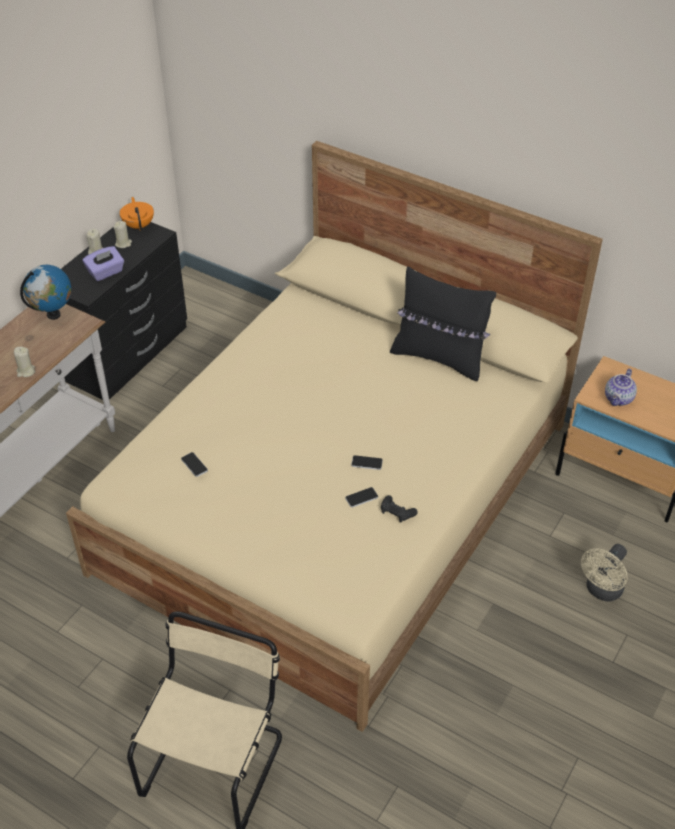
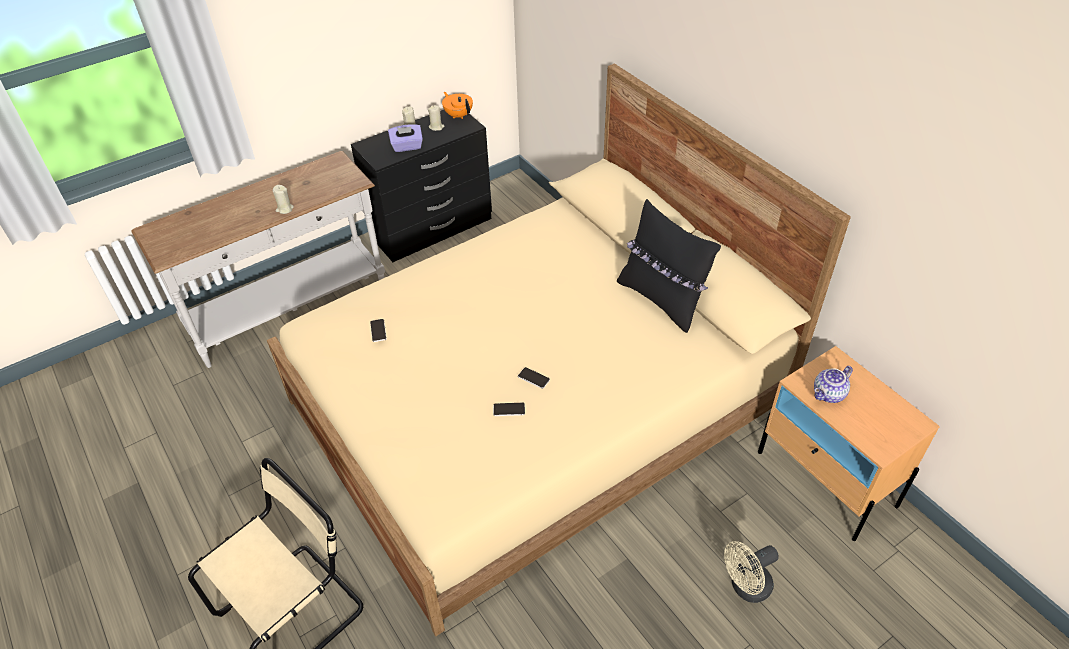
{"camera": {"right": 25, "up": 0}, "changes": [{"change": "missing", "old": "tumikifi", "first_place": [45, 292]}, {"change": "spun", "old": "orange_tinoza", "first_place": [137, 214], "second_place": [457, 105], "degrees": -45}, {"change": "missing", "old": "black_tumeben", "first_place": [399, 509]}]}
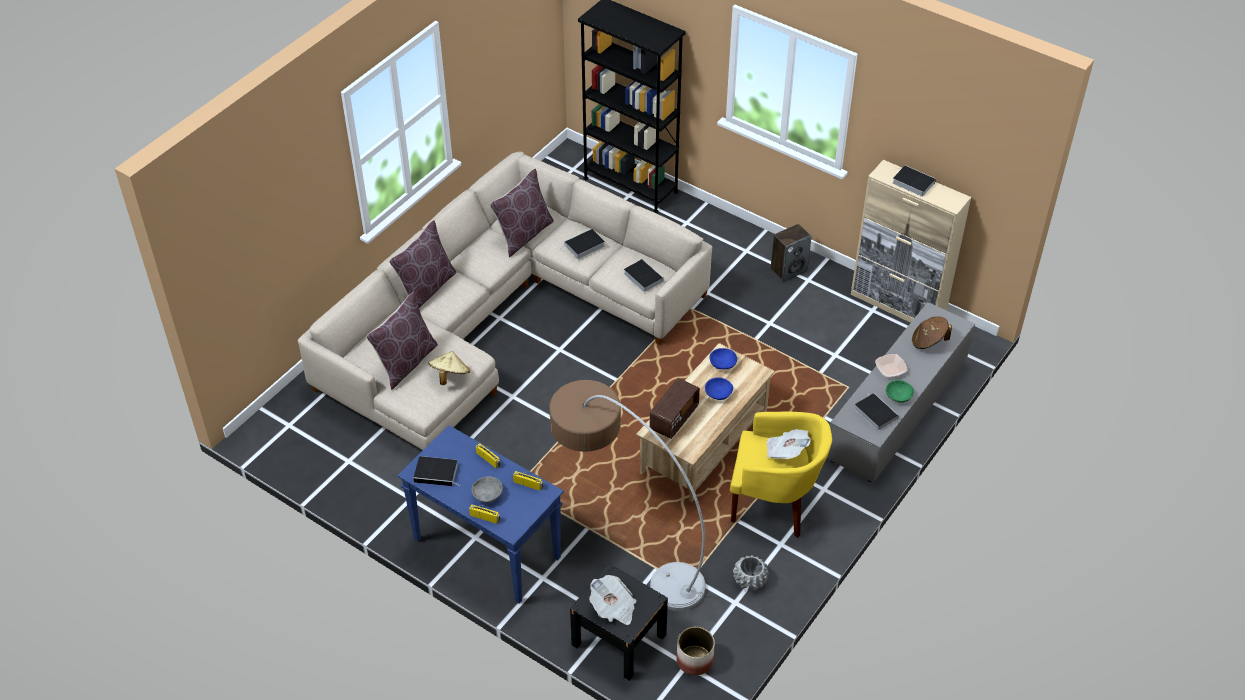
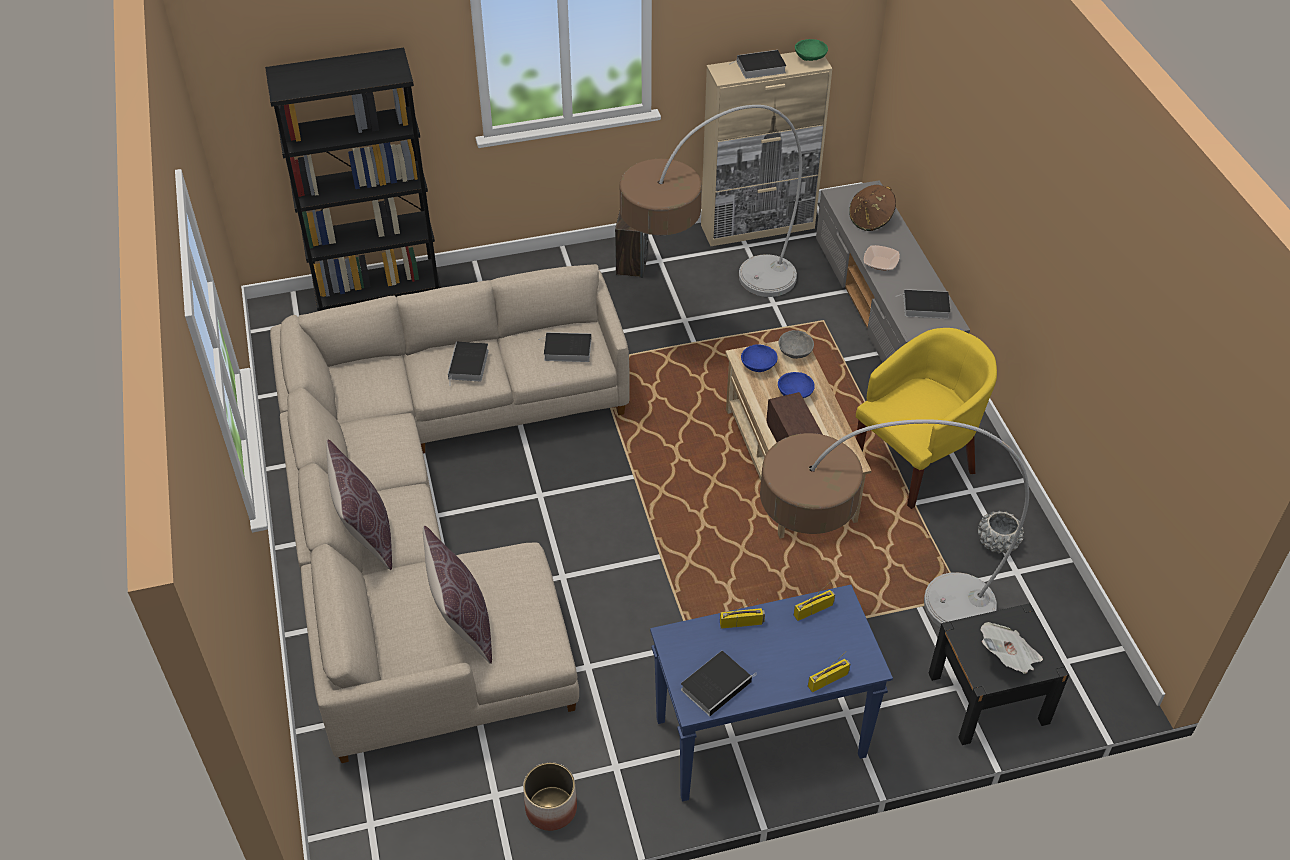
{"camera": {"right": -50, "up": 0}, "changes": [{"change": "missing", "old": "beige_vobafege", "first_place": [449, 368]}, {"change": "relocated", "old": "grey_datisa", "first_place": [487, 489], "second_place": [796, 344]}, {"change": "missing", "old": "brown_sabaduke", "first_place": [522, 213]}, {"change": "relocated", "old": "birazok", "first_place": [695, 651], "second_place": [550, 796]}, {"change": "missing", "old": "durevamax", "first_place": [788, 444]}, {"change": "relocated", "old": "green_datisa", "first_place": [900, 391], "second_place": [811, 50]}, {"change": "appeared", "new": "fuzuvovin", "second_place": [711, 201]}]}
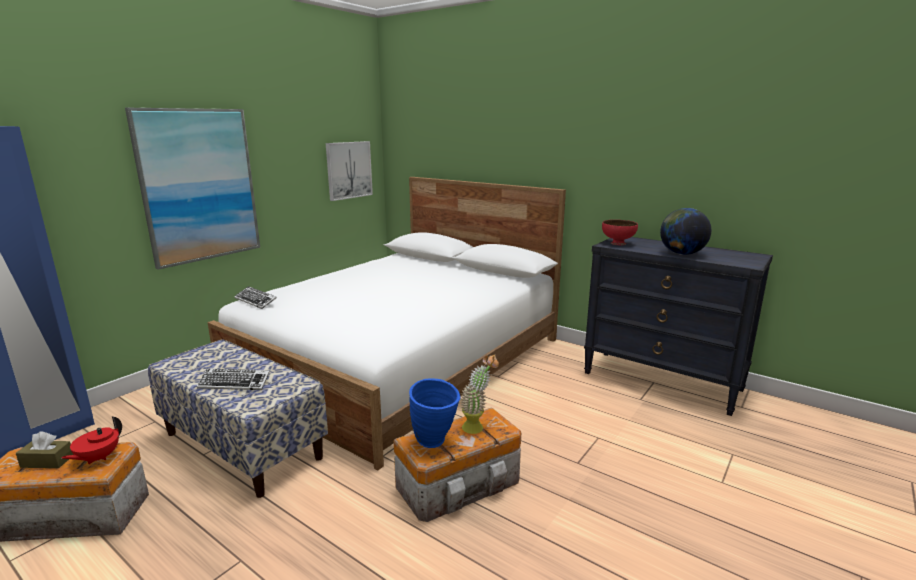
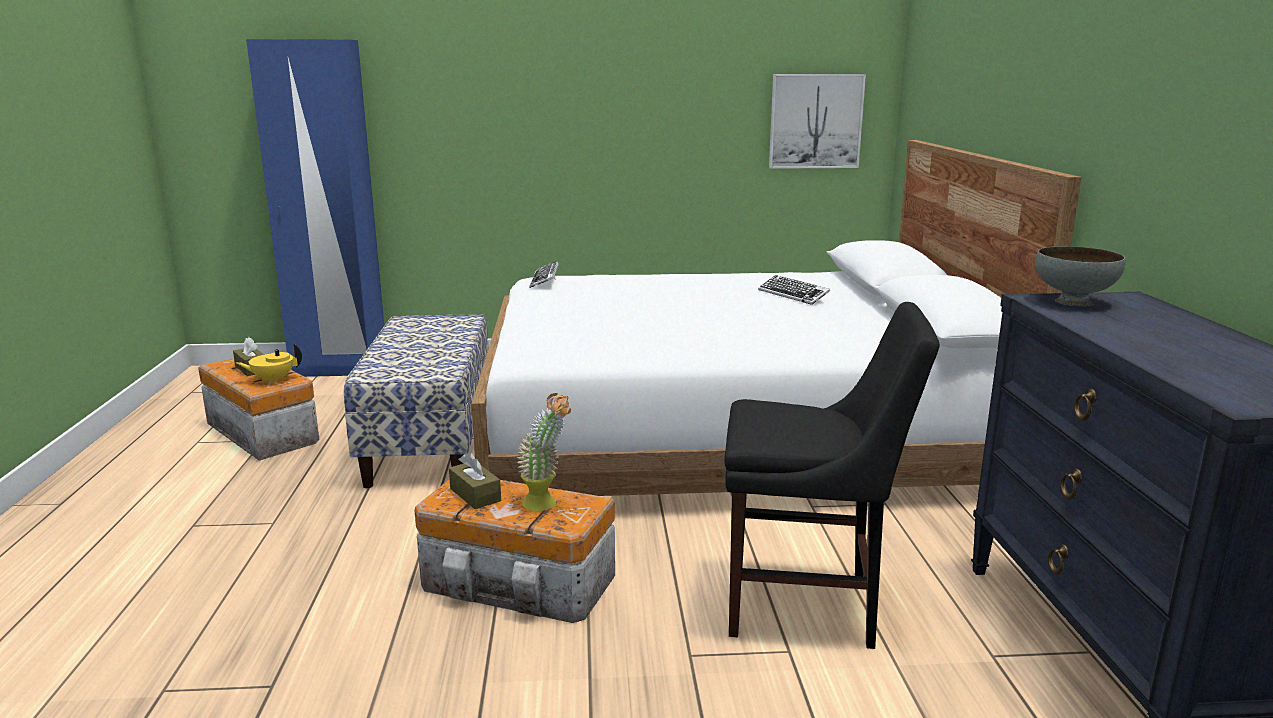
{"camera": {"right": 50, "up": 0}, "changes": [{"change": "colour", "old": "red_tinoza", "new": "yellow_tinoza", "first_place": [92, 440], "second_place": [269, 363]}, {"change": "missing", "old": "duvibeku", "first_place": [192, 189]}, {"change": "relocated", "old": "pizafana", "first_place": [233, 379], "second_place": [794, 290]}, {"change": "exchanged", "old": "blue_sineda", "new": "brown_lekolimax", "first_place": [435, 413], "second_place": [475, 480]}, {"change": "colour", "old": "red_datisa", "new": "grey_datisa", "first_place": [620, 232], "second_place": [1080, 276]}, {"change": "missing", "old": "tumikifi", "first_place": [685, 231]}, {"change": "appeared", "new": "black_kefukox", "second_place": [831, 475]}]}
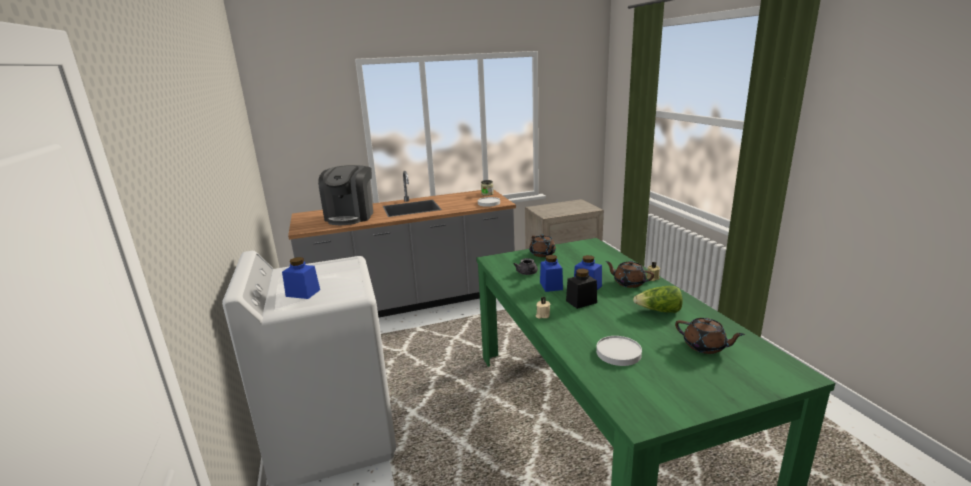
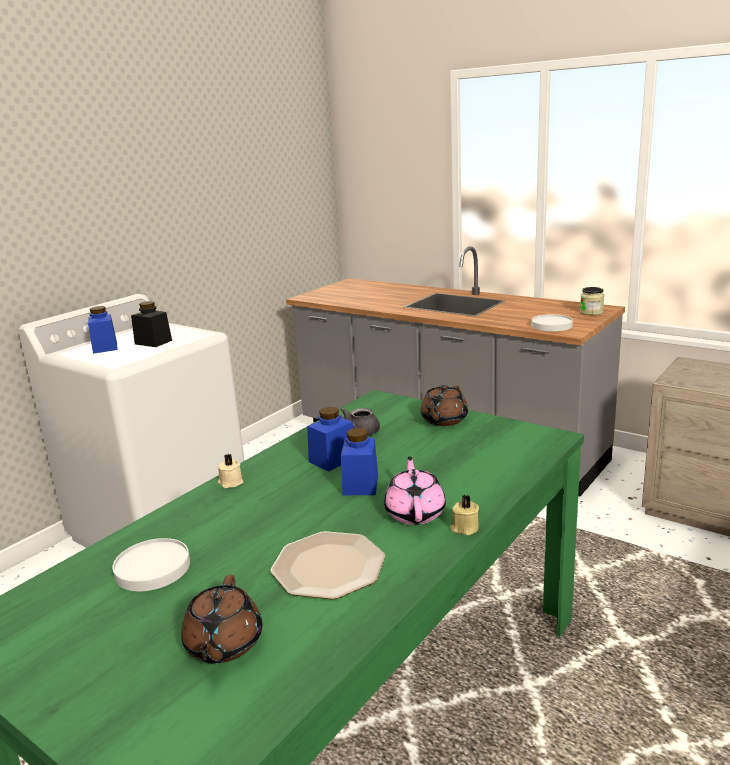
{"camera": {"right": 55, "up": 0}, "changes": [{"change": "missing", "old": "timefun", "first_place": [345, 195]}, {"change": "relocated", "old": "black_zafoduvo", "first_place": [581, 289], "second_place": [151, 324]}, {"change": "colour", "old": "brown_tinoza", "new": "pink_tinoza", "first_place": [629, 274], "second_place": [415, 491]}, {"change": "exchanged", "old": "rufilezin", "new": "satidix", "first_place": [658, 299], "second_place": [328, 565]}]}
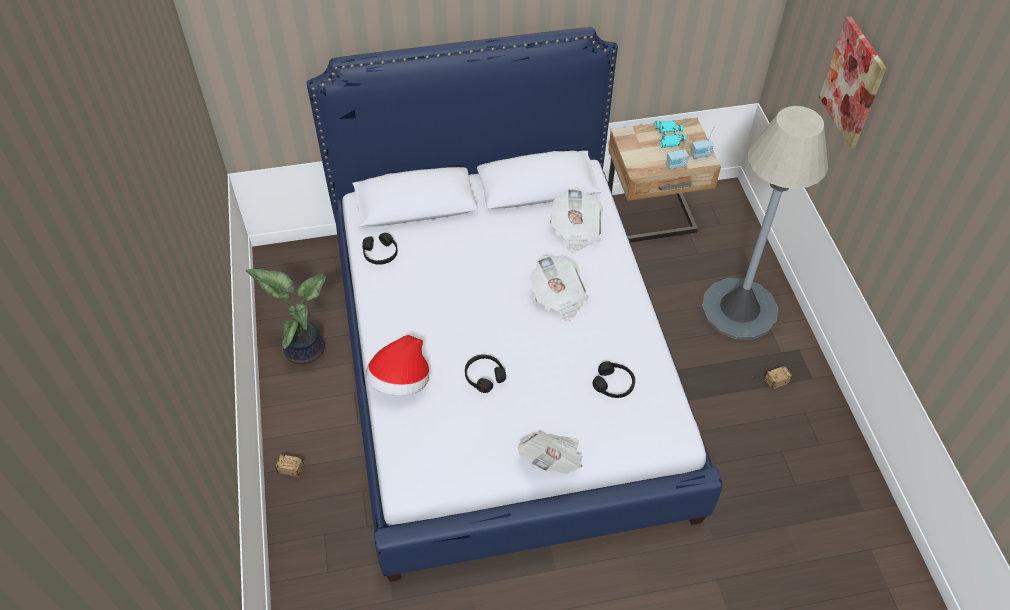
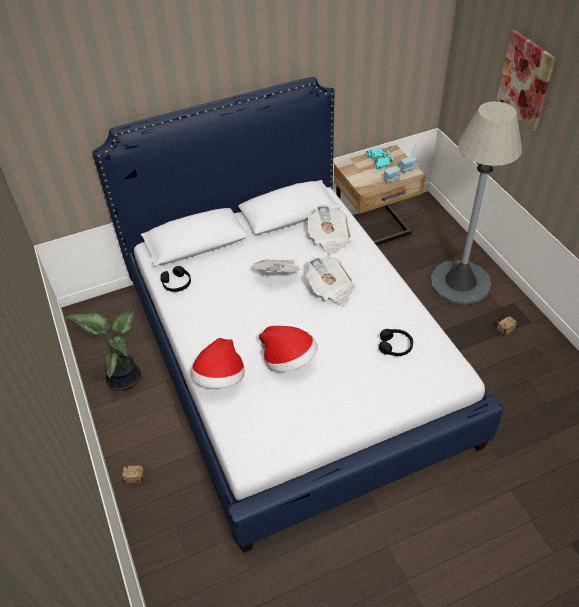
{"camera": {"right": -10, "up": -5}, "changes": [{"change": "exchanged", "old": "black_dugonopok", "new": "vobafege", "first_place": [485, 374], "second_place": [288, 349]}, {"change": "relocated", "old": "durevamax", "first_place": [550, 452], "second_place": [276, 265]}]}
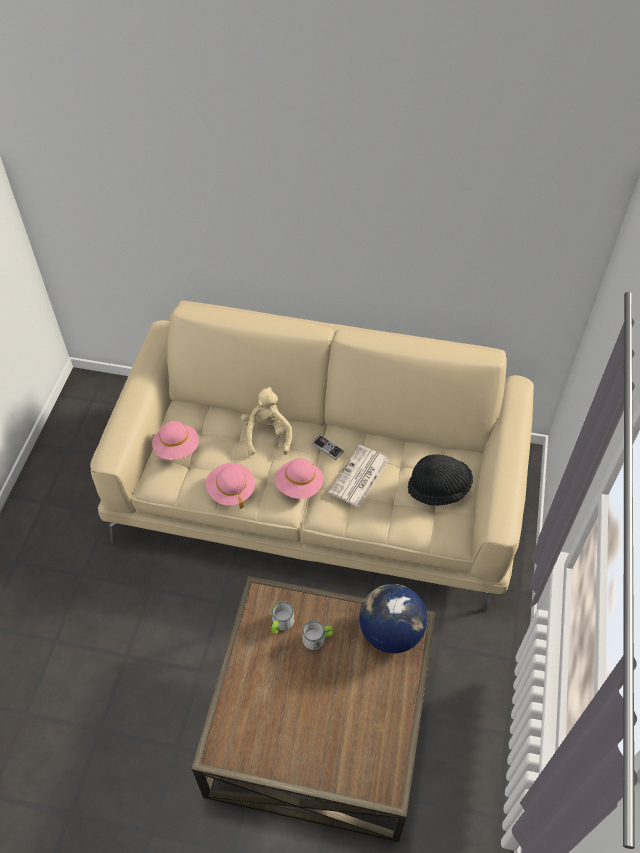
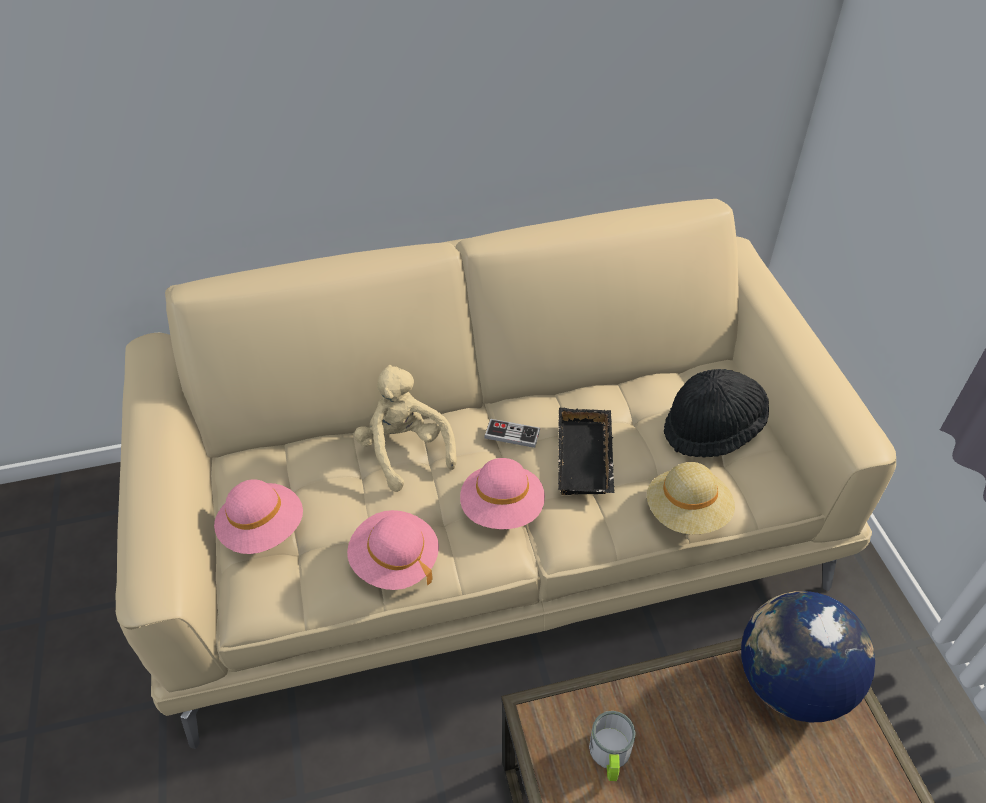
{"camera": {"right": -25, "up": -5}, "changes": [{"change": "missing", "old": "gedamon", "first_place": [317, 635]}, {"change": "exchanged", "old": "durevamax", "new": "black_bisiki", "first_place": [358, 476], "second_place": [586, 451]}, {"change": "appeared", "new": "beige_vobafege", "second_place": [691, 498]}]}
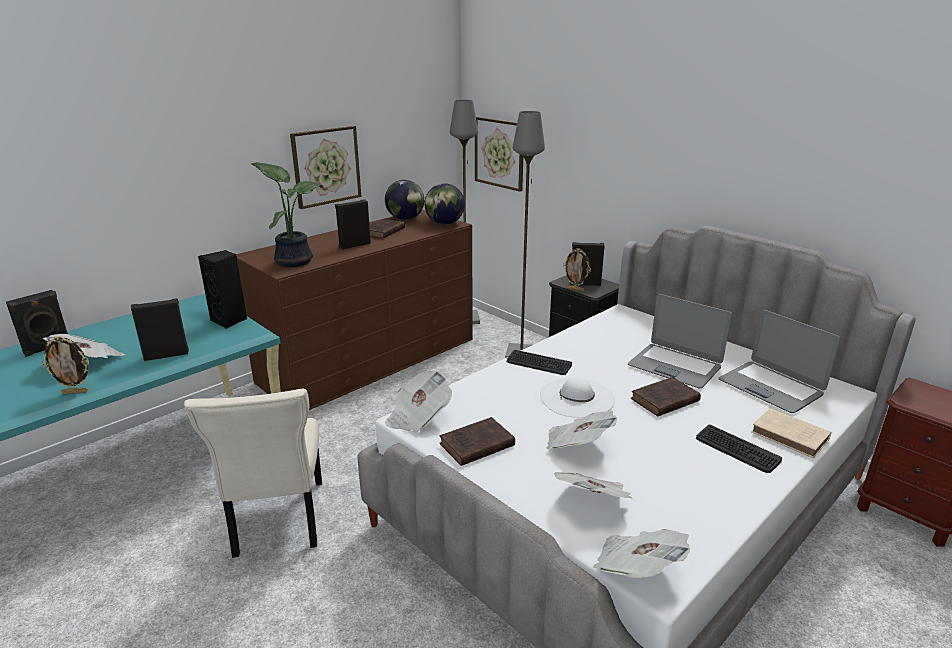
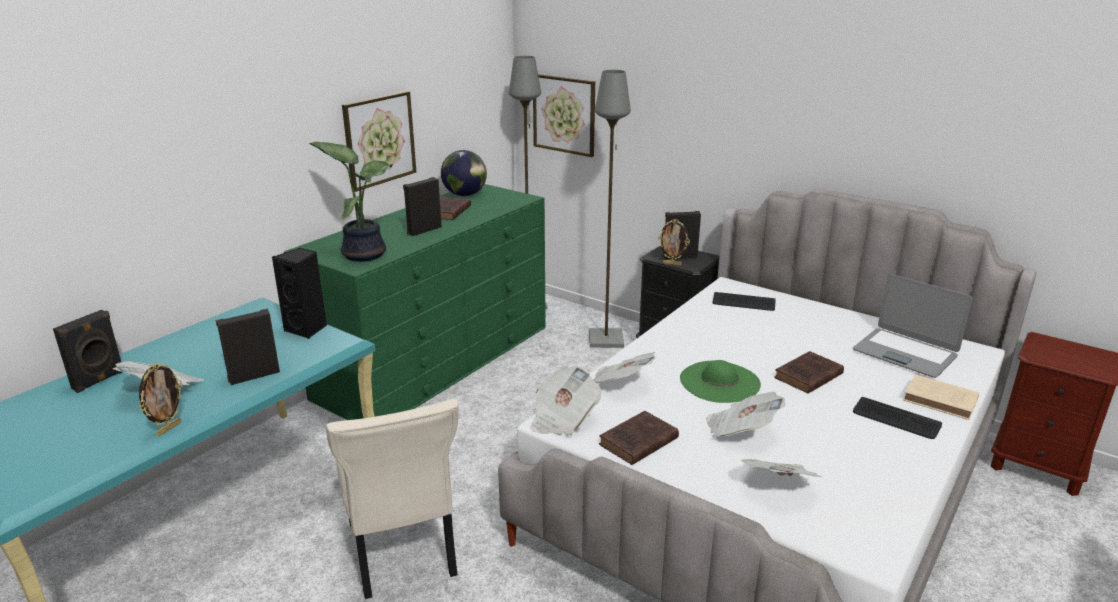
{"camera": {"right": -10, "up": 0}, "changes": [{"change": "spun", "old": "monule", "first_place": [65, 365], "second_place": [161, 399], "degrees": -45}, {"change": "colour", "old": "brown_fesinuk", "new": "green_fesinuk", "first_place": [354, 310], "second_place": [415, 302]}, {"change": "missing", "old": "tumikifi", "first_place": [444, 204]}, {"change": "relocated", "old": "pizafana", "first_place": [539, 362], "second_place": [744, 301]}, {"change": "colour", "old": "white_vobafege", "new": "green_vobafege", "first_place": [577, 397], "second_place": [720, 381]}, {"change": "relocated", "old": "durevamax", "first_place": [642, 553], "second_place": [624, 367]}, {"change": "missing", "old": "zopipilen", "first_place": [680, 341]}]}
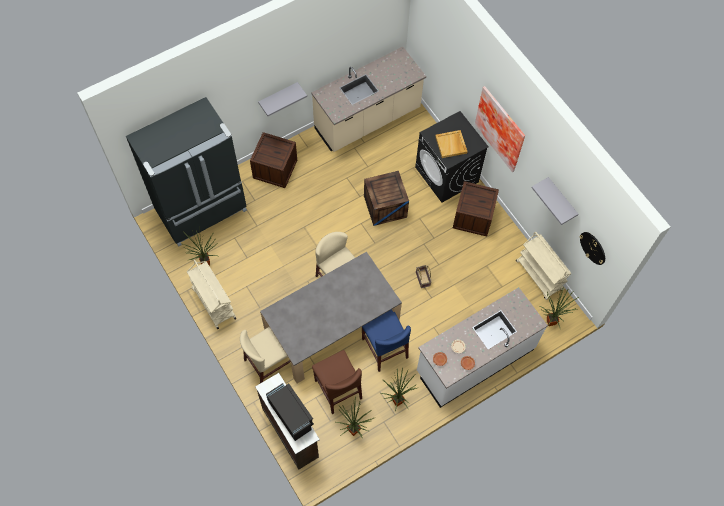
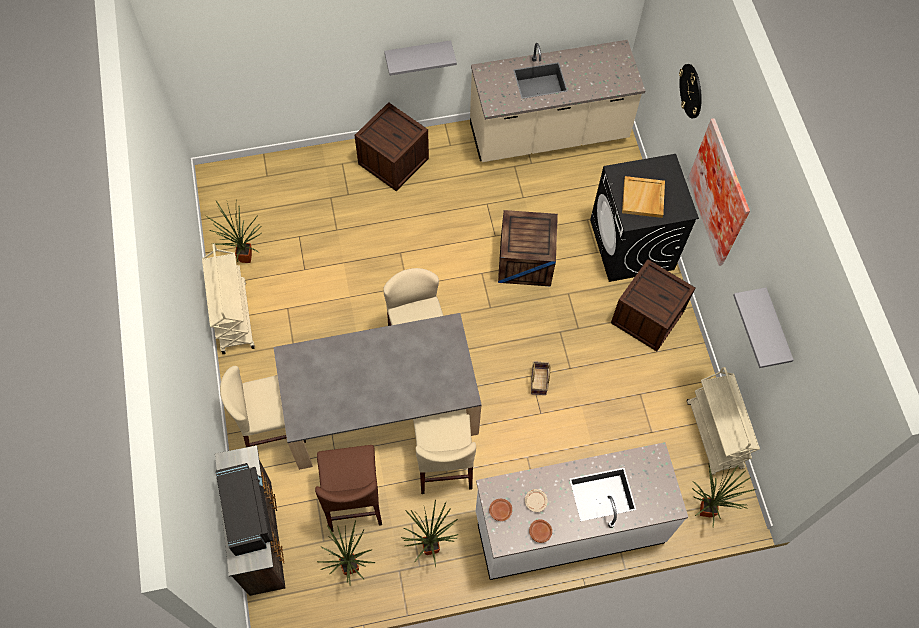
{"camera": {"right": 20, "up": 0}, "changes": [{"change": "missing", "old": "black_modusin", "first_place": [186, 171]}, {"change": "colour", "old": "blue_kefukox", "new": "beige_kefukox", "first_place": [386, 340], "second_place": [444, 451]}, {"change": "relocated", "old": "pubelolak", "first_place": [592, 248], "second_place": [690, 91]}]}
